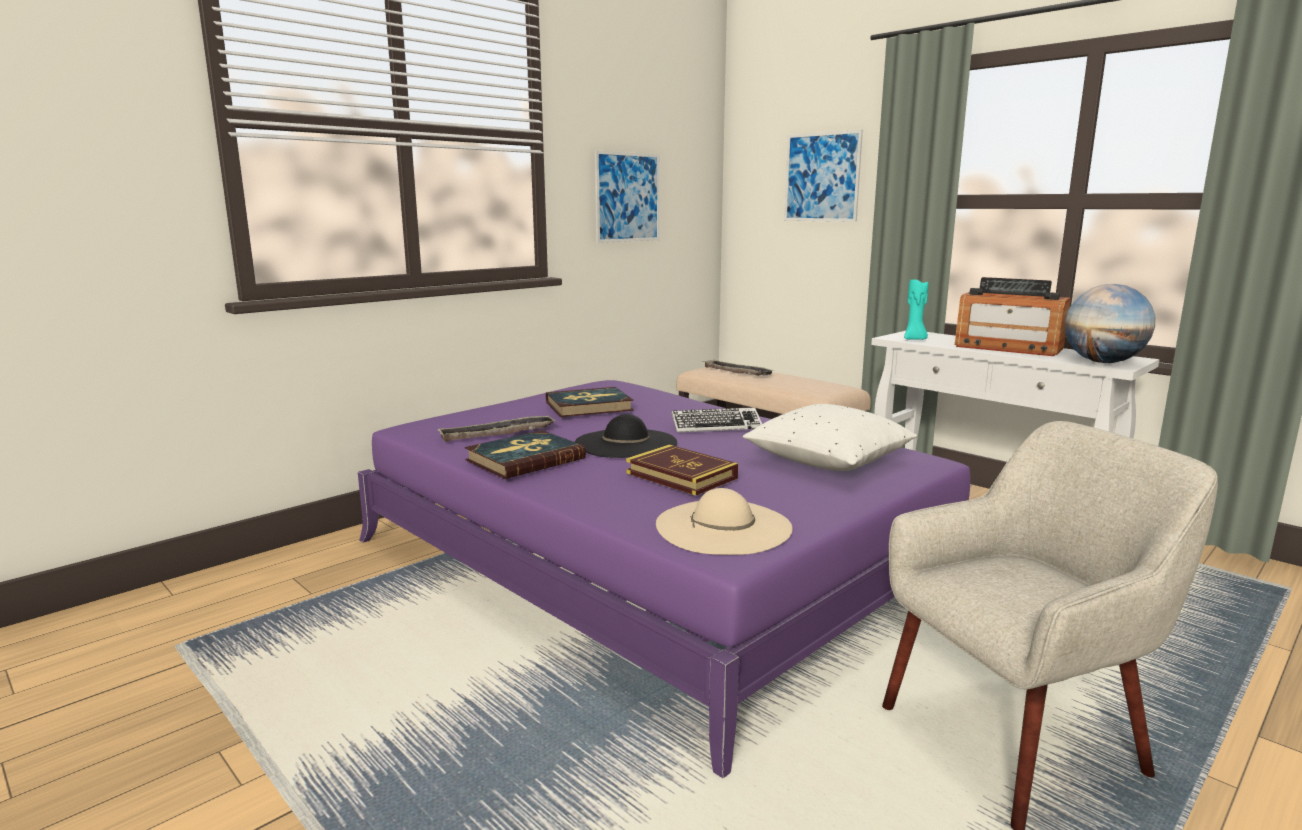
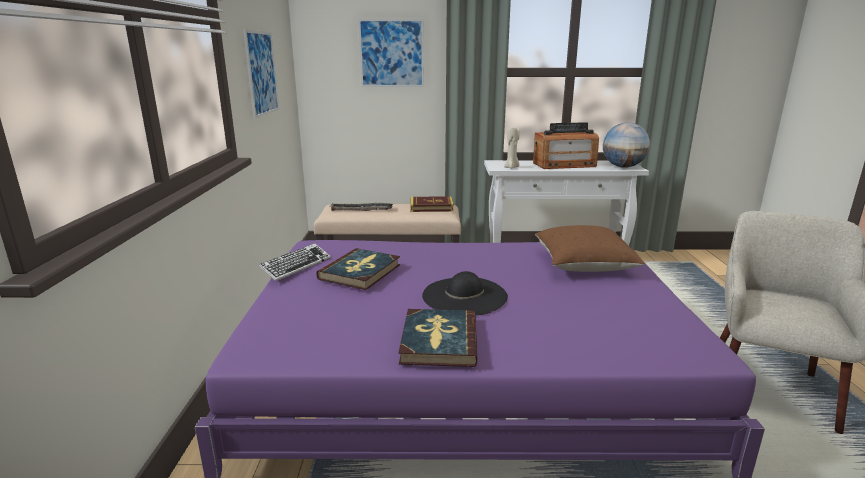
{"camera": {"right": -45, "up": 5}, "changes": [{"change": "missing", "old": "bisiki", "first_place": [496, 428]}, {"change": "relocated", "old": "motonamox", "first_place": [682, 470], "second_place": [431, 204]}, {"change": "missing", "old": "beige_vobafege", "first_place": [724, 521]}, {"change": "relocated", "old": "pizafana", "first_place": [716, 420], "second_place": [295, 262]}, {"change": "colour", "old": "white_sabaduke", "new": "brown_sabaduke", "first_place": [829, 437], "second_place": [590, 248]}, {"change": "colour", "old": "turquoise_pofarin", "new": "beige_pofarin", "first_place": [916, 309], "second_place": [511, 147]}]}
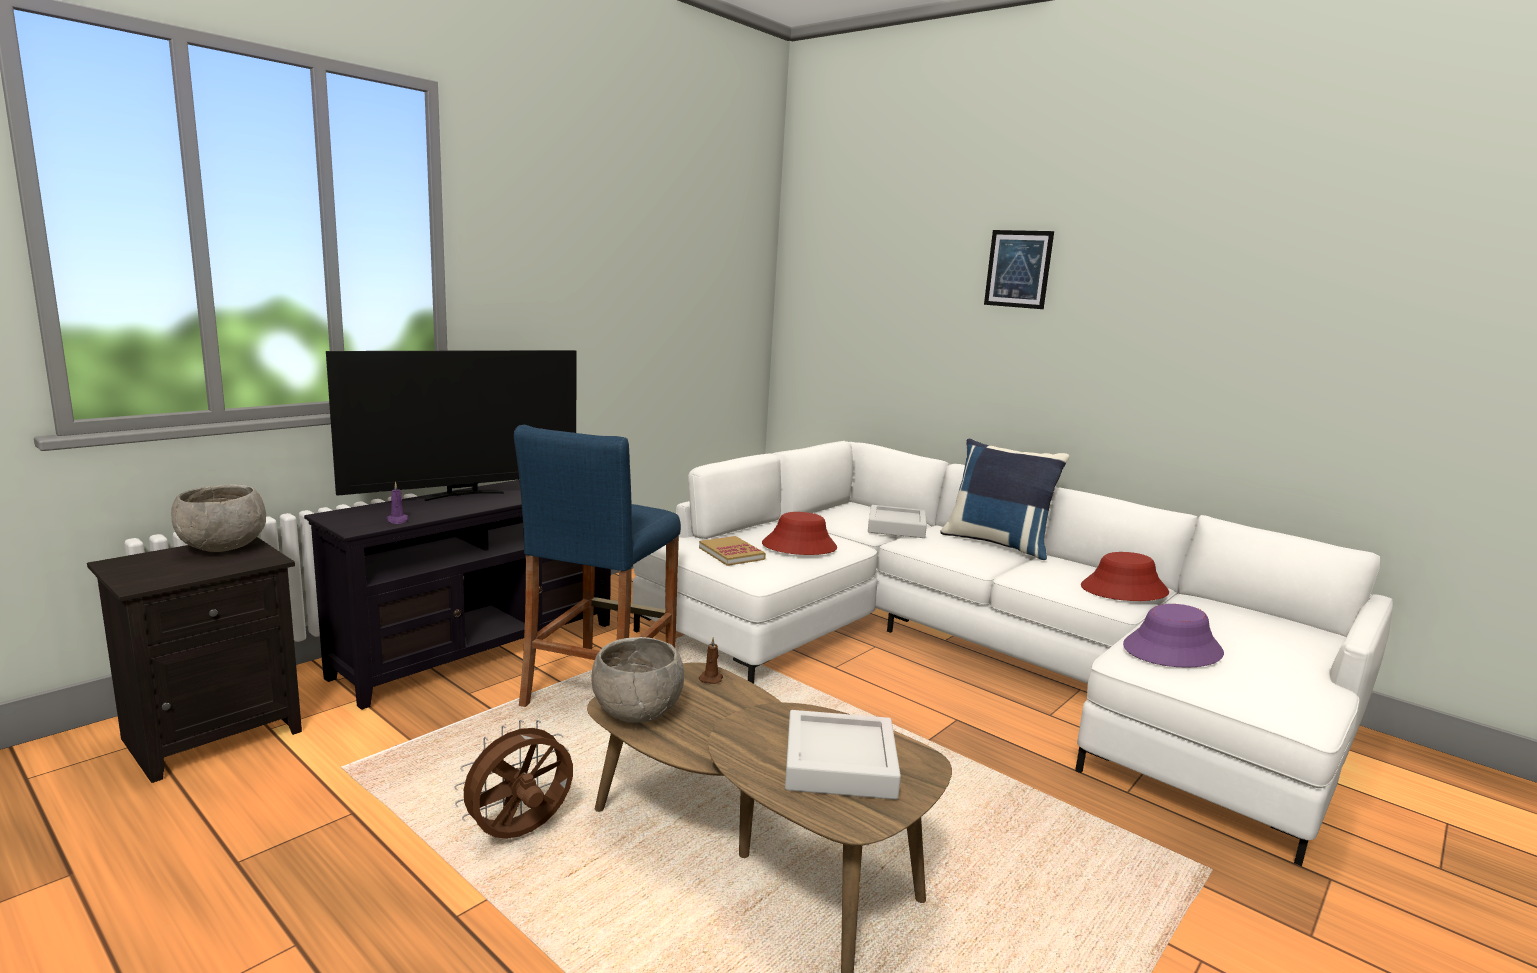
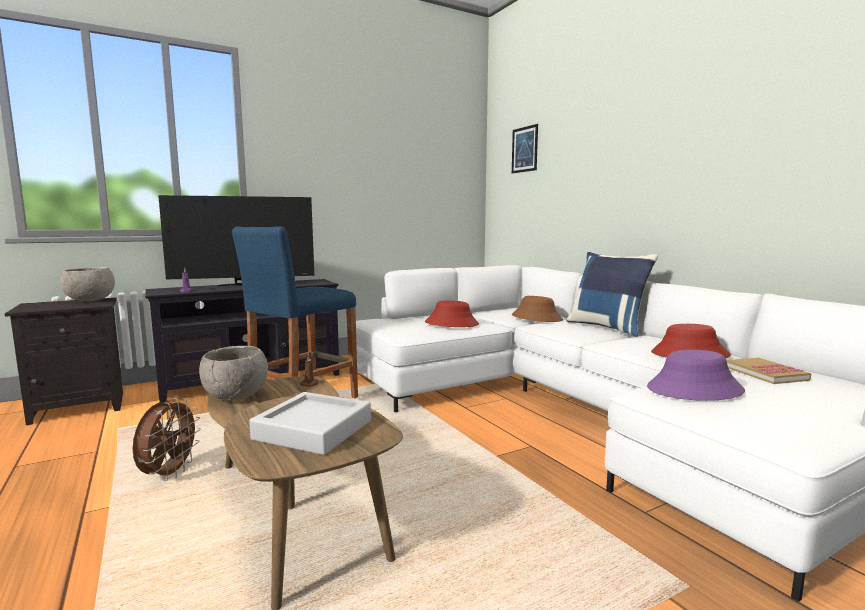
{"camera": {"right": 20, "up": -5}, "changes": [{"change": "spun", "old": "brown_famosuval", "first_place": [513, 779], "second_place": [167, 439], "degrees": 120}, {"change": "relocated", "old": "motonamox", "first_place": [732, 551], "second_place": [768, 371]}, {"change": "exchanged", "old": "grey_bisiki", "new": "brown_vobafege", "first_place": [897, 521], "second_place": [537, 309]}, {"change": "relocated", "old": "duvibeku", "first_place": [1019, 269], "second_place": [525, 149]}]}
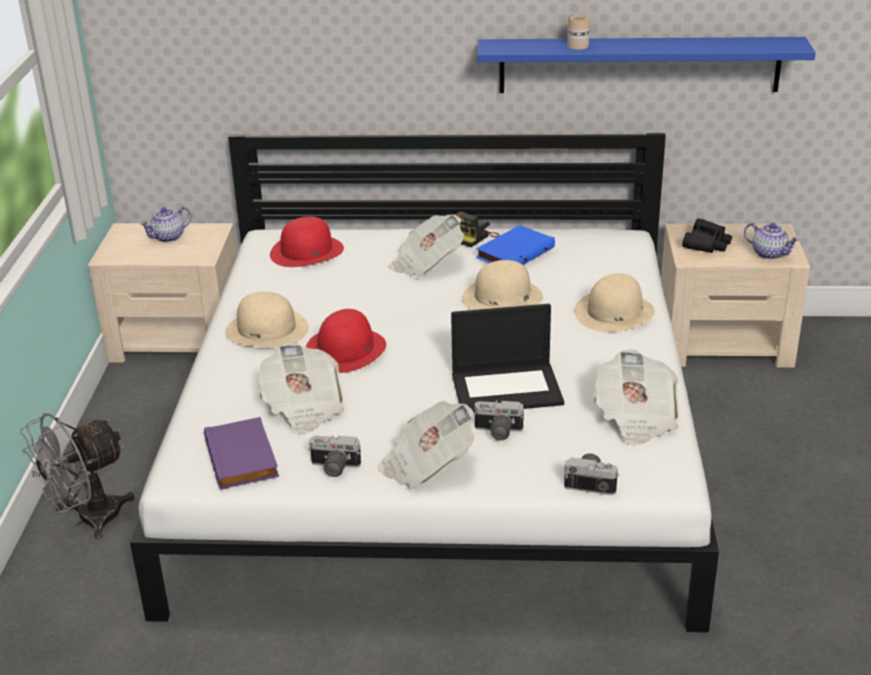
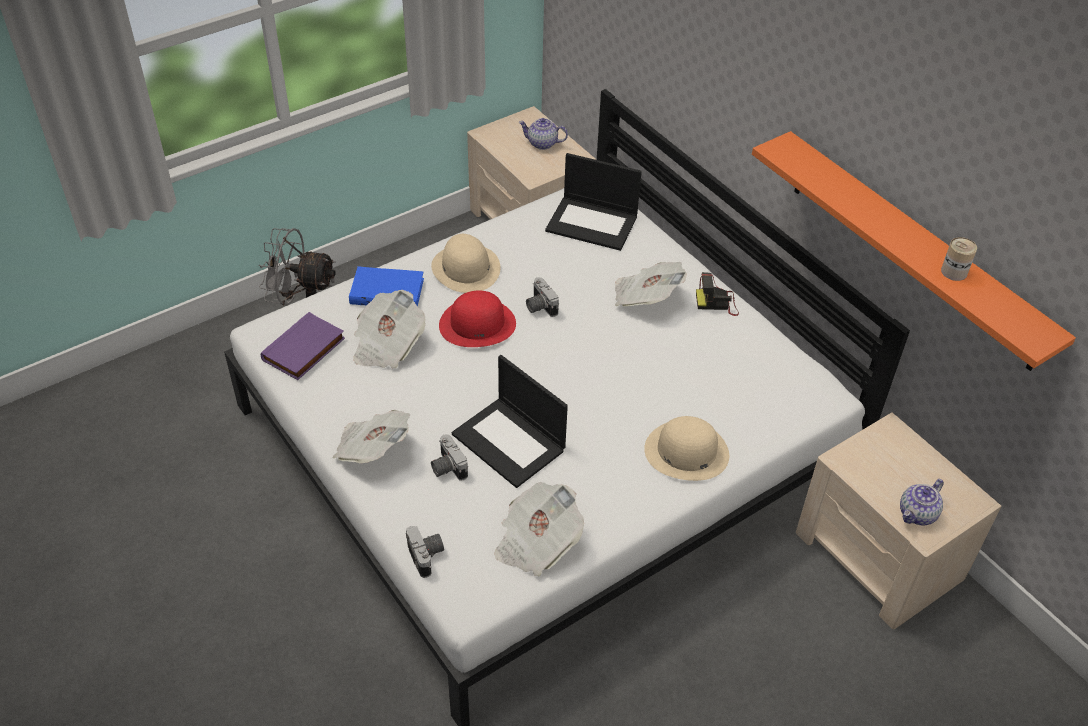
{"camera": {"right": 50, "up": 15}, "changes": [{"change": "exchanged", "old": "red_vobafege", "new": "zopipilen", "first_place": [307, 241], "second_place": [593, 202]}, {"change": "relocated", "old": "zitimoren", "first_place": [334, 456], "second_place": [542, 297]}, {"change": "missing", "old": "beige_vobafege", "first_place": [502, 285]}, {"change": "relocated", "old": "blue_motonamox", "first_place": [515, 245], "second_place": [386, 286]}, {"change": "colour", "old": "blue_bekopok", "new": "orange_bekopok", "first_place": [647, 65], "second_place": [914, 251]}, {"change": "relocated", "old": "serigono", "first_place": [578, 32], "second_place": [959, 259]}, {"change": "missing", "old": "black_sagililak", "first_place": [707, 235]}, {"change": "spun", "old": "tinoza", "first_place": [772, 241], "second_place": [922, 502], "degrees": 45}]}
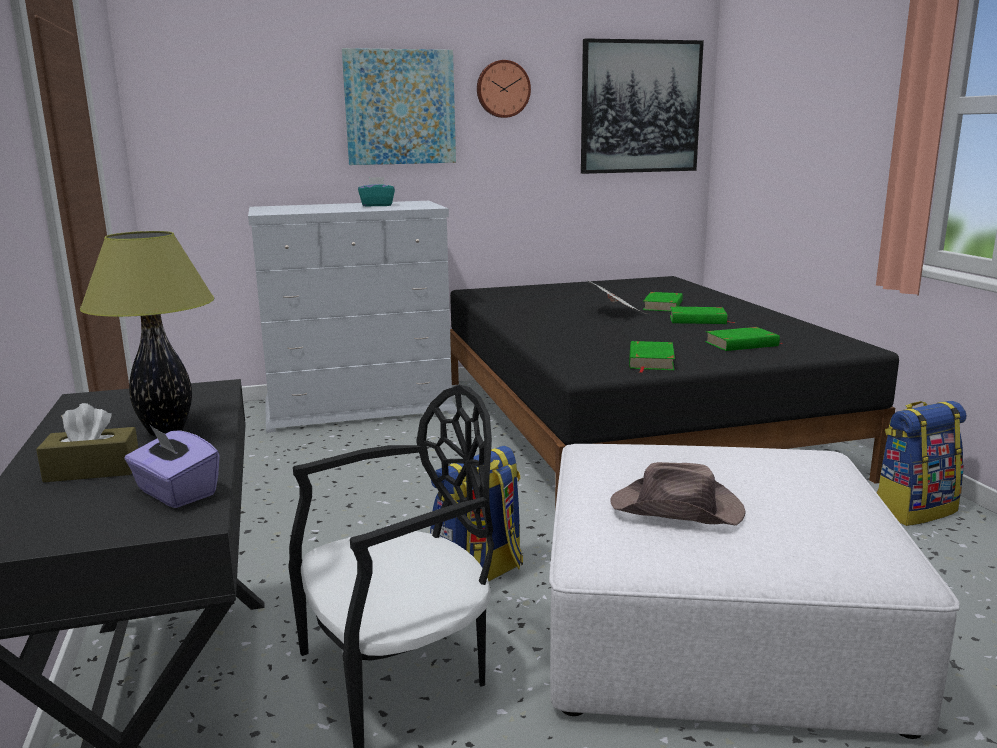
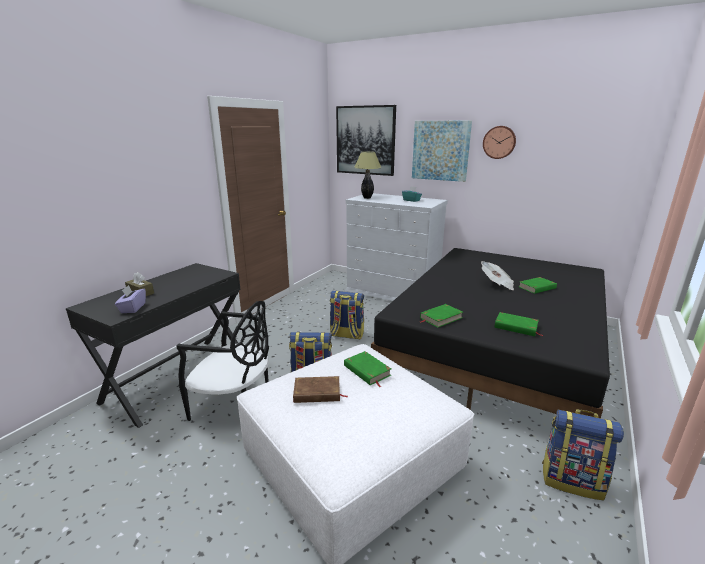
{"camera": {"right": 45, "up": 5}, "changes": [{"change": "relocated", "old": "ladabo", "first_place": [147, 334], "second_place": [368, 175]}, {"change": "relocated", "old": "duvibeku", "first_place": [642, 106], "second_place": [366, 140]}, {"change": "exchanged", "old": "brown_vobafege", "new": "brown_motonamox", "first_place": [678, 494], "second_place": [320, 389]}, {"change": "relocated", "old": "green_motonamox", "first_place": [702, 315], "second_place": [367, 369]}, {"change": "appeared", "new": "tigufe", "second_place": [347, 315]}]}
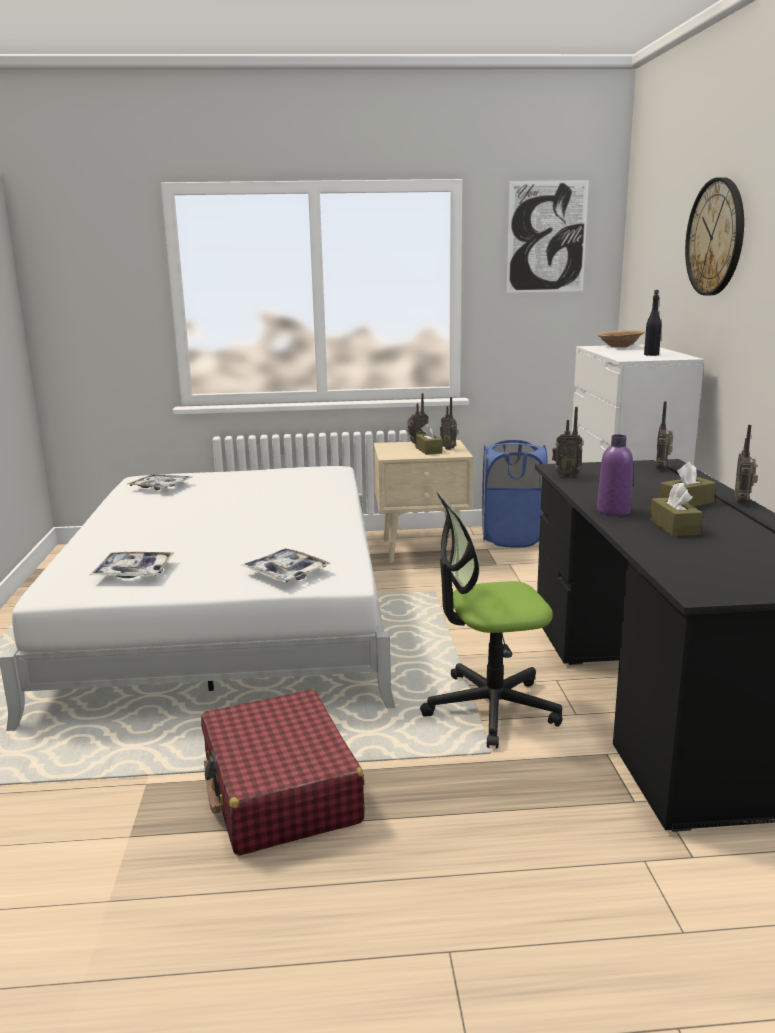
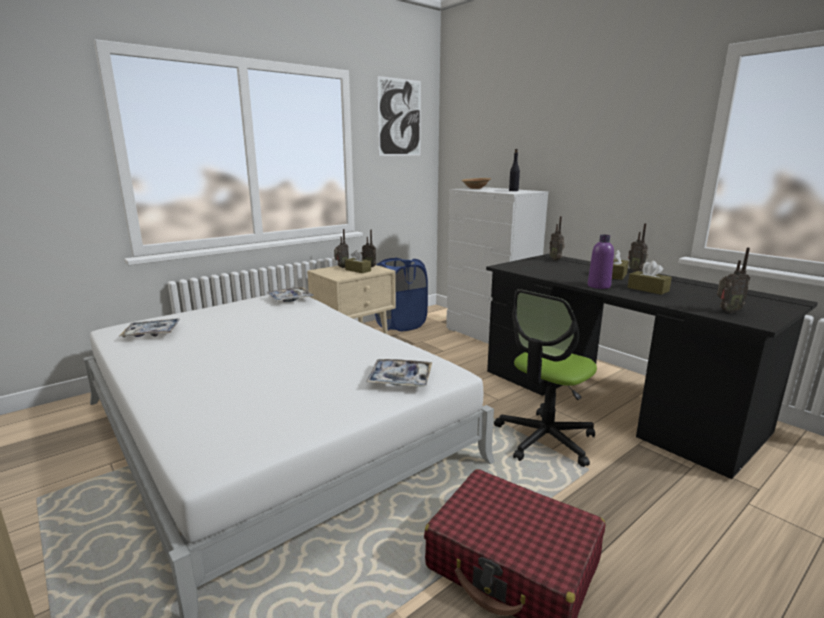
{"camera": {"right": -35, "up": 0}, "changes": [{"change": "relocated", "old": "bisiki", "first_place": [131, 565], "second_place": [290, 294]}, {"change": "relocated", "old": "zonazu", "first_place": [567, 442], "second_place": [733, 280]}, {"change": "missing", "old": "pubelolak", "first_place": [714, 236]}]}
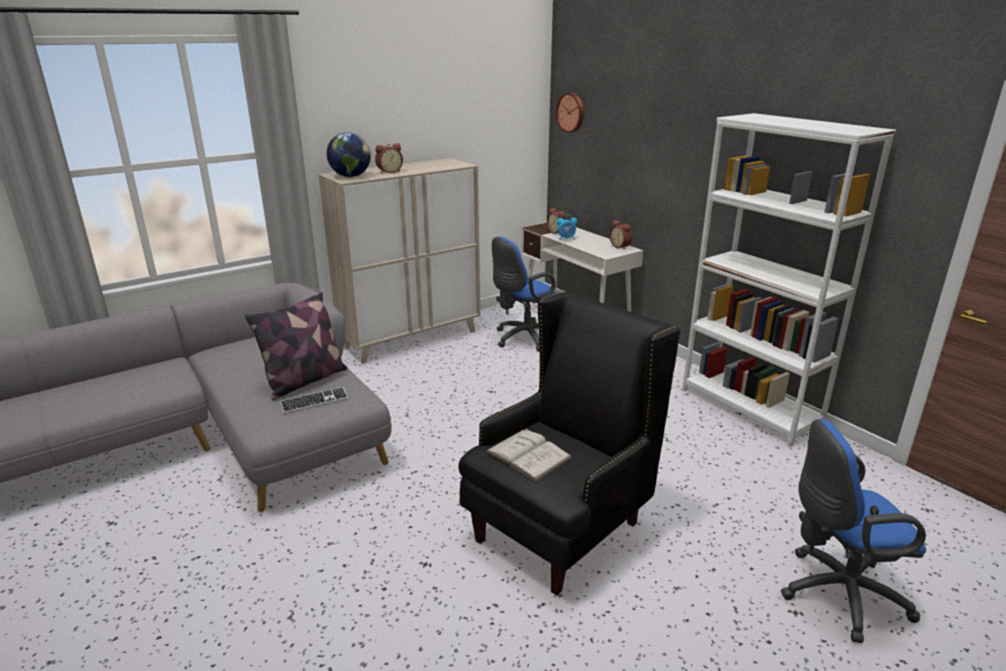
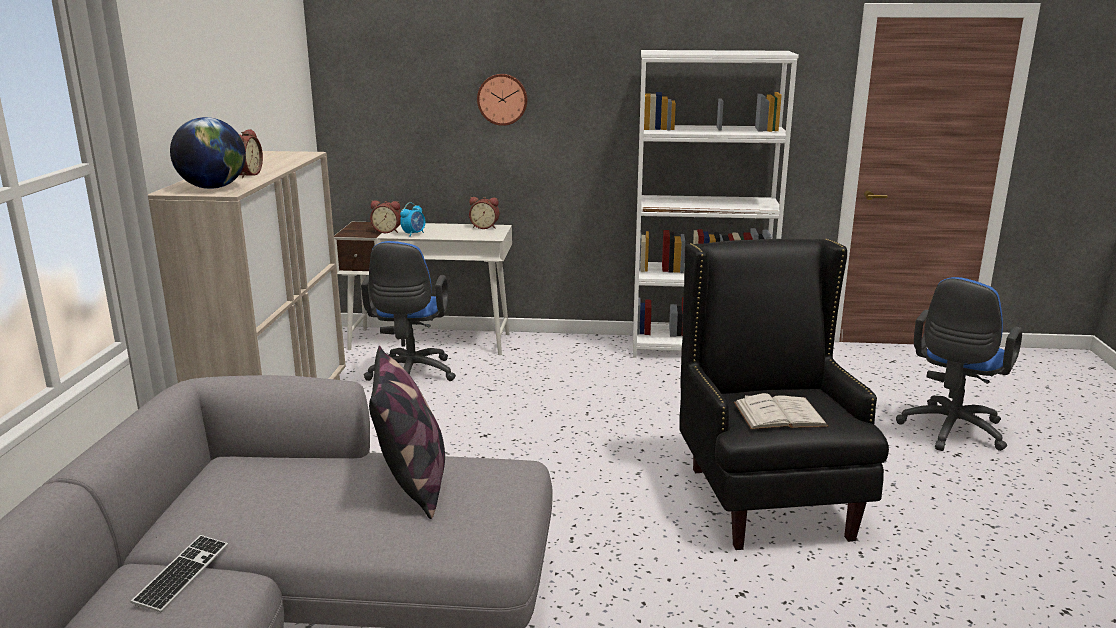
{"camera": {"right": -50, "up": -5}, "changes": [{"change": "relocated", "old": "pizafana", "first_place": [314, 400], "second_place": [179, 573]}, {"change": "relocated", "old": "pubelolak", "first_place": [570, 113], "second_place": [502, 100]}]}
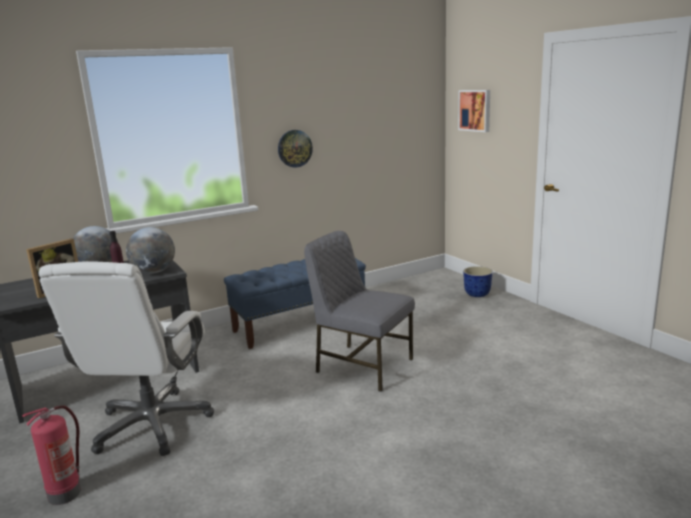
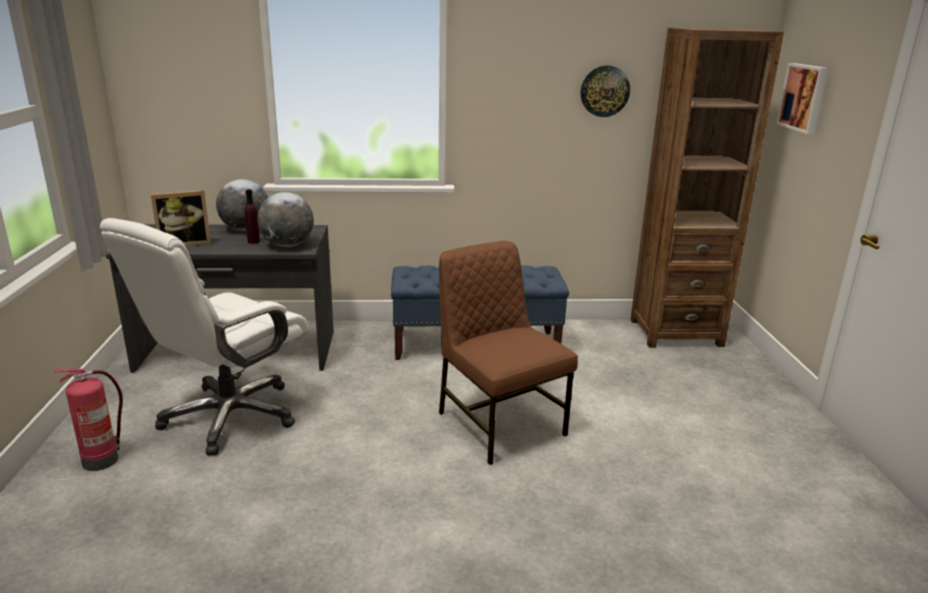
{"camera": {"right": 25, "up": 5}, "changes": [{"change": "relocated", "old": "pubelolak", "first_place": [295, 149], "second_place": [605, 91]}, {"change": "colour", "old": "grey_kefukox", "new": "brown_kefukox", "first_place": [359, 311], "second_place": [508, 353]}, {"change": "missing", "old": "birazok", "first_place": [478, 281]}, {"change": "appeared", "new": "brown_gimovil", "second_place": [707, 188]}]}
